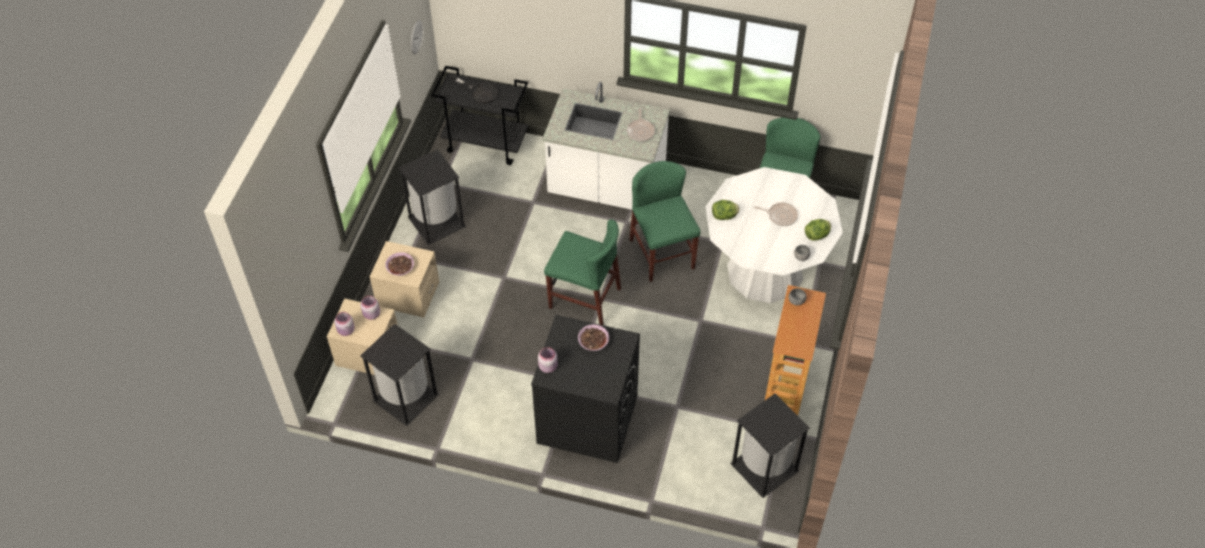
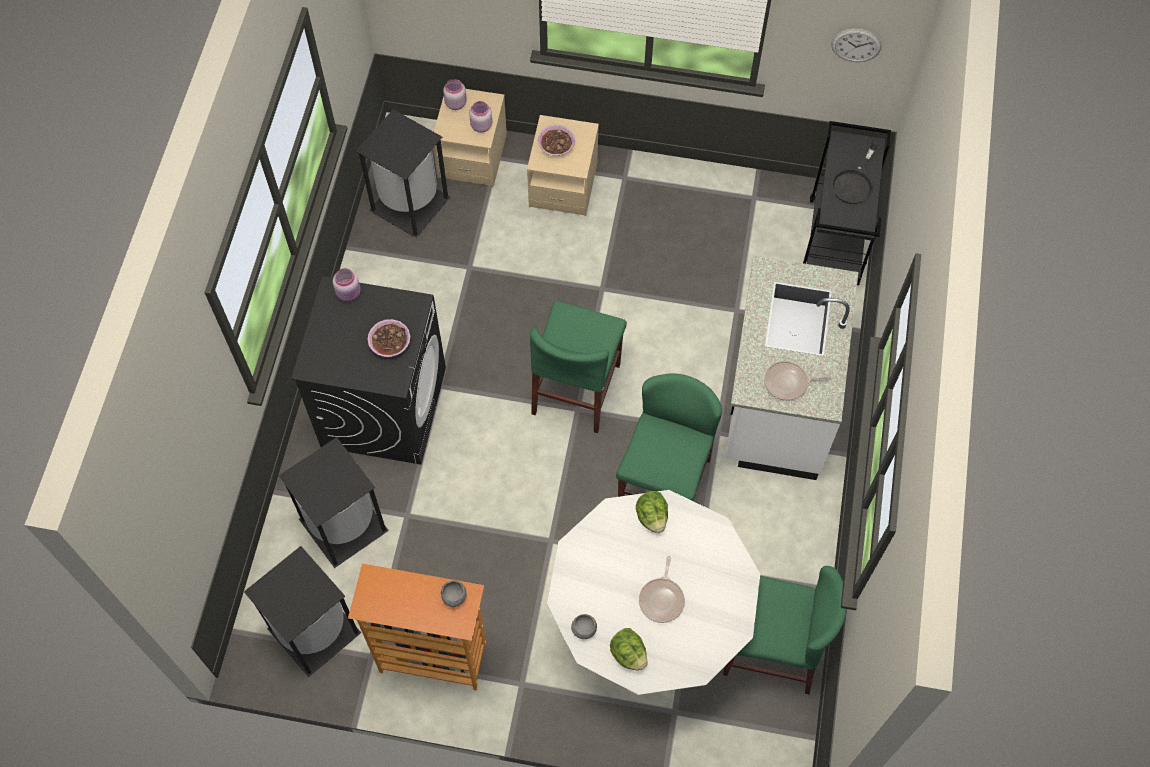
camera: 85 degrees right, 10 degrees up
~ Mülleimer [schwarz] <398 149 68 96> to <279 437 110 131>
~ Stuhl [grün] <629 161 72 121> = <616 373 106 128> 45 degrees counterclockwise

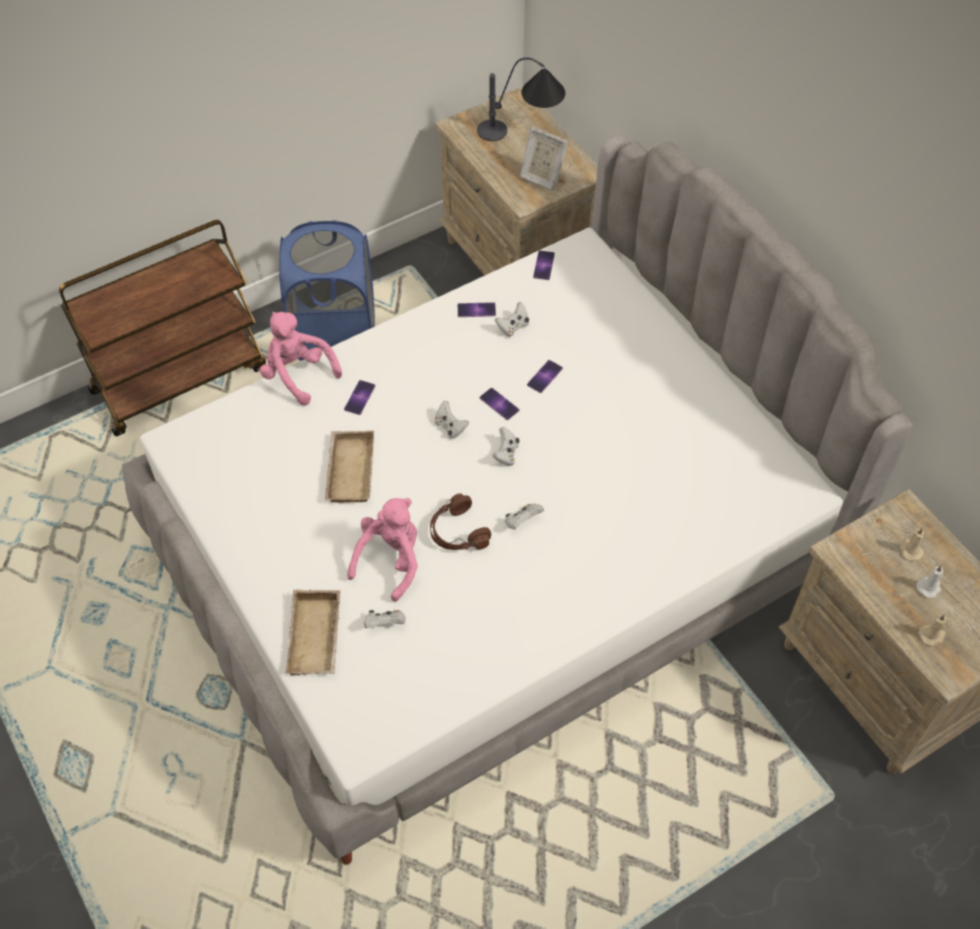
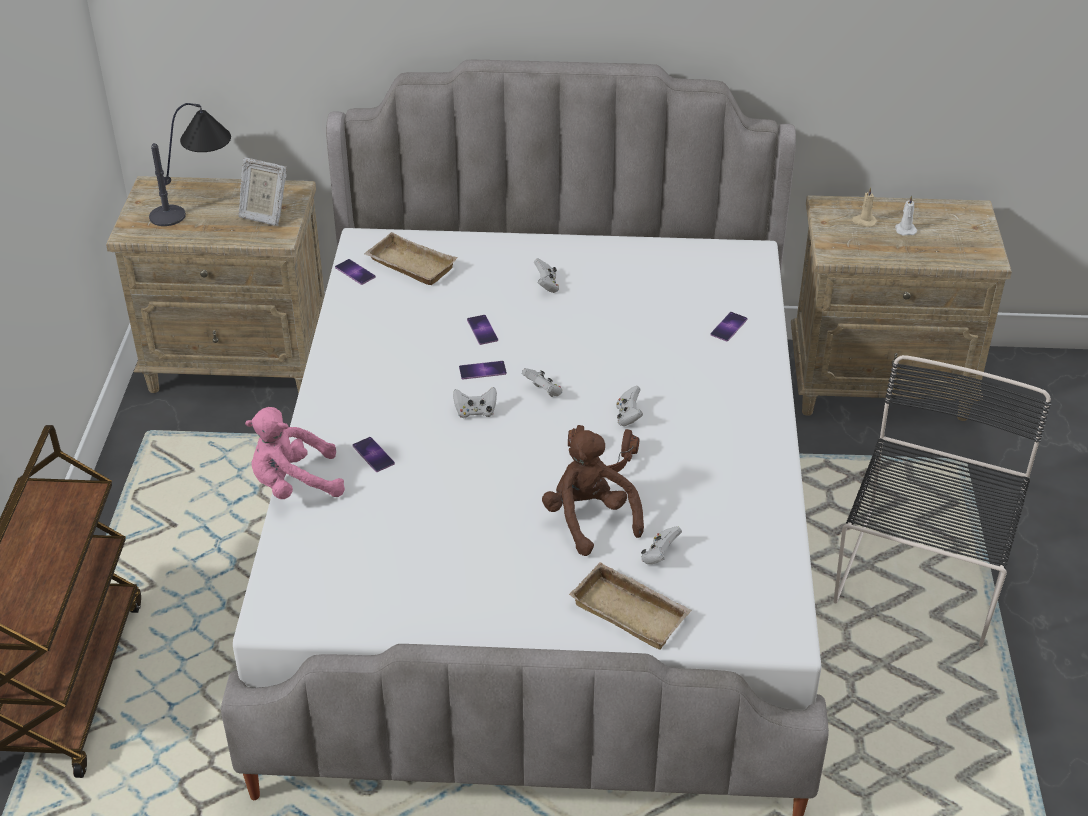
camera: 55 degrees left, 15 degrees down
~ Bilderrahmen <520 127 48 64> = <239 157 48 69> 45 degrees clockwise
~ Tablett [beige] <325 430 49 73> to <364 232 93 53>
~ Gamepad [weiß] <495 302 34 35> to <534 259 25 34>
~ Plüschtier [rosa] <347 498 71 104> to Plüschtier [braun] <542 429 102 127>
~ Handy <458 302 38 15> to <710 312 37 30>
+ Stuhl [schwarz] <834 355 217 292>
- Wäschekorb [blau] <279 220 96 141>
- Kerze [beige] <918 615 28 31>

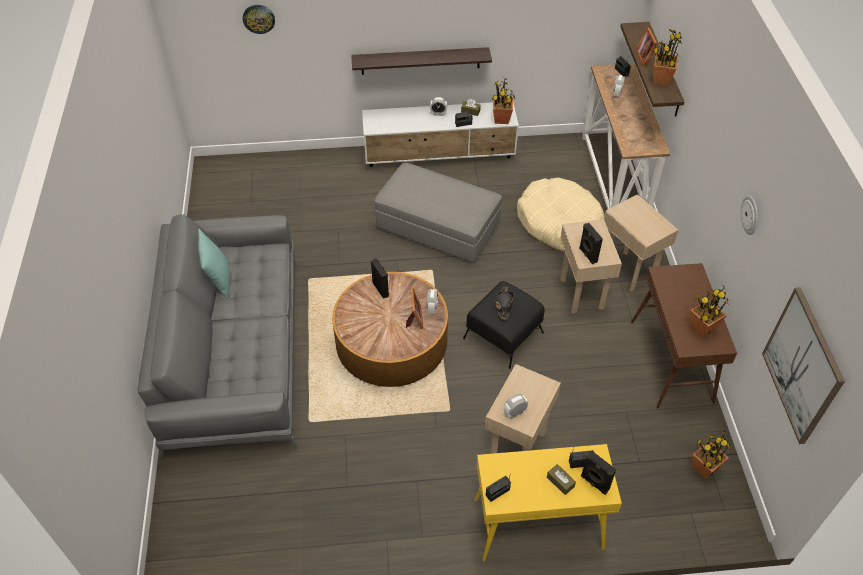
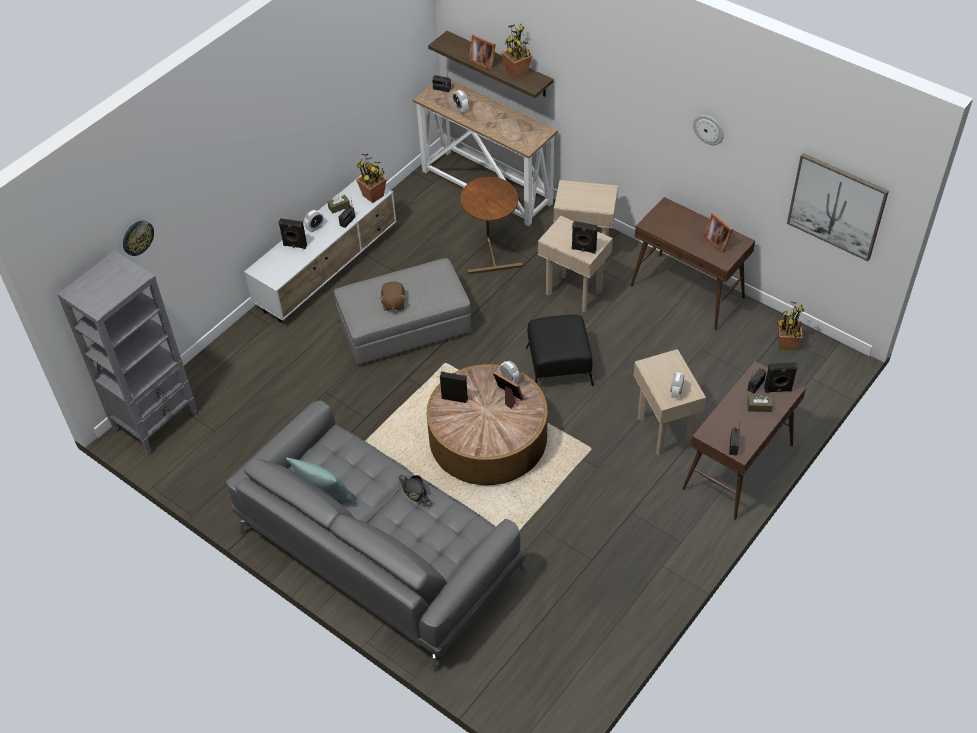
camera: 45 degrees left, 0 degrees up
+ Bücherregal [grau] <57 250 140 205>
+ Lautsprecher [schwarz] <278 218 29 31>
+ Plüschtier [braun] <380 282 25 29>
~ Hut [schwarz] <495 286 19 34> to <398 474 34 31>
~ Hundebett [beige] <517 178 87 74> to Beistelltisch [braun] <460 177 63 97>
~ Konsolentisch [gelb] <474 444 148 117> to Konsolentisch [braun] <682 361 124 159>
~ Topfpflanze <690 285 39 53> to Bilderrahmen <703 213 30 40>
- Wandregal <351 47 141 28>

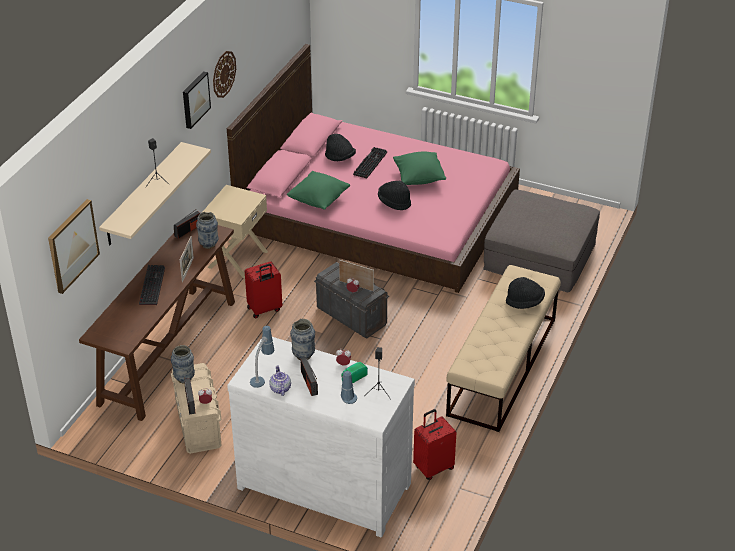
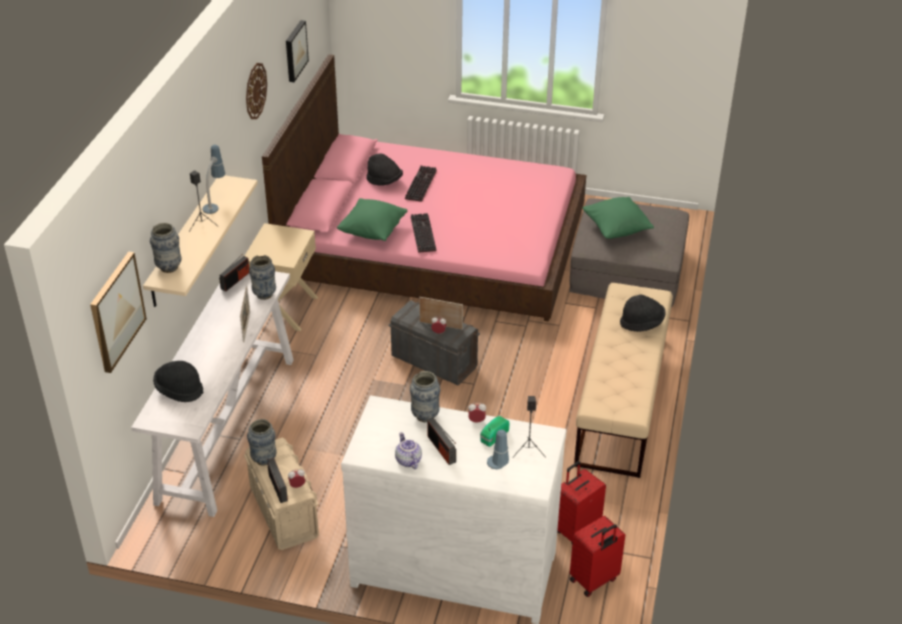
camera: 10 degrees left, 0 degrees up
~ Konsolentisch [braun] <79 225 156 196> to Konsolentisch [weiß] <131 266 163 251>
+ Vase <150 223 31 50>
~ Hut [schwarz] <378 181 33 29> to <153 361 50 41>
~ Tischlampe <250 326 24 62> to <202 145 23 69>
~ Bild <183 71 28 58> to <286 20 23 62>
~ Tastatur <139 265 26 40> to <411 213 25 40>
~ Koffer [rot] <245 261 37 58> to <570 516 55 81>
~ Kissen [grün] <393 152 53 33> to <583 197 71 42>

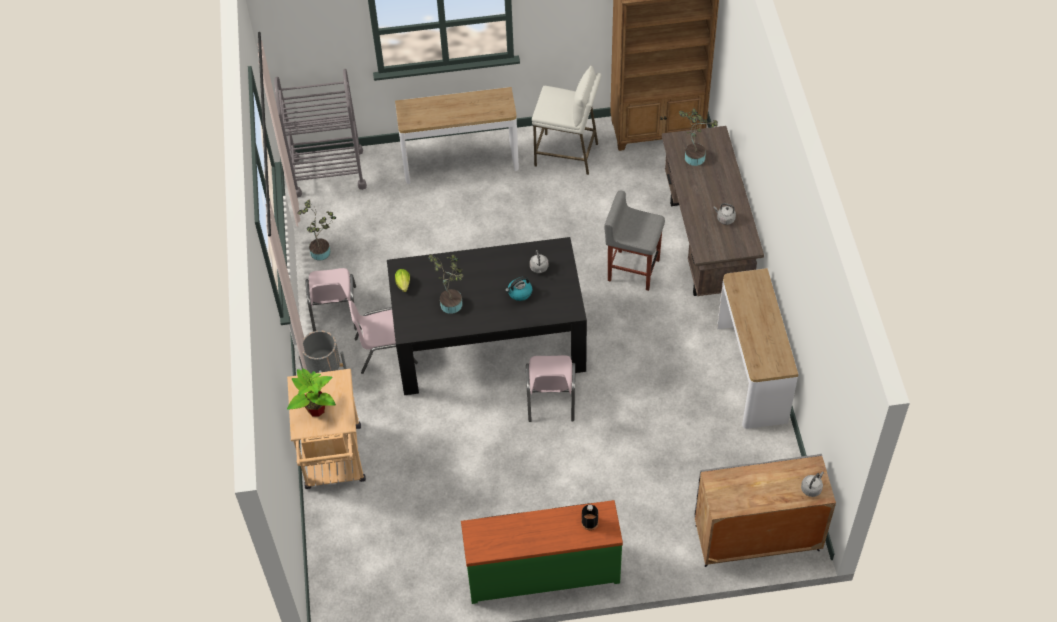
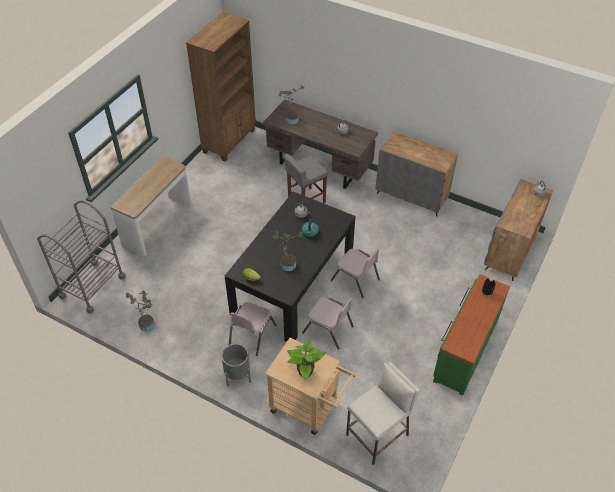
camera: 55 degrees left, 5 degrees down
~ Stuhl [rosa] <306 268 51 64> to <302 297 52 52>
~ Hocker [weiß] <532 66 69 109> to <346 362 74 103>
~ Konsolentisch <717 268 82 161> to Schrank [grau] <376 132 82 85>

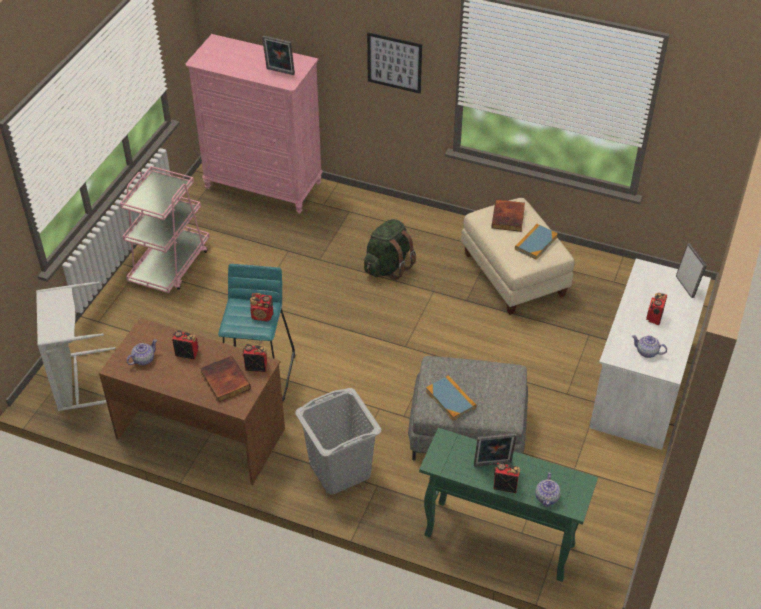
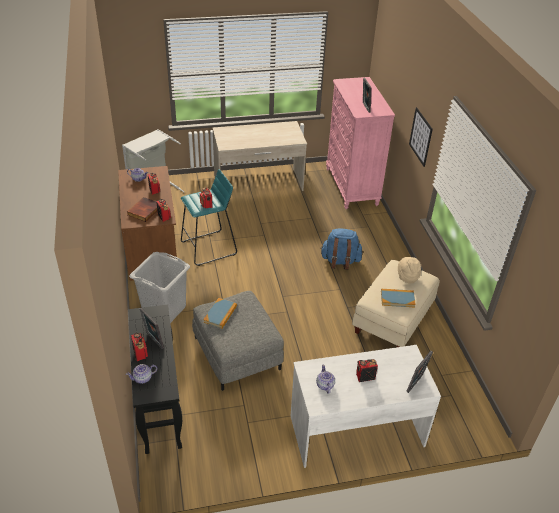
camera: 55 degrees right, 5 degrees down
~ Konsolentisch [grün] <419 428 179 154> to Konsolentisch [schwarz] <128 304 54 150>
~ Rollwagen [rosa] <120 166 90 127> to Schreibtisch [beige] <213 121 94 70>
~ Rucksack [grün] <364 219 52 61> to Rucksack [blau] <320 229 43 41>
~ Buch <491 200 34 32> to Hut [beige] <398 257 23 27>

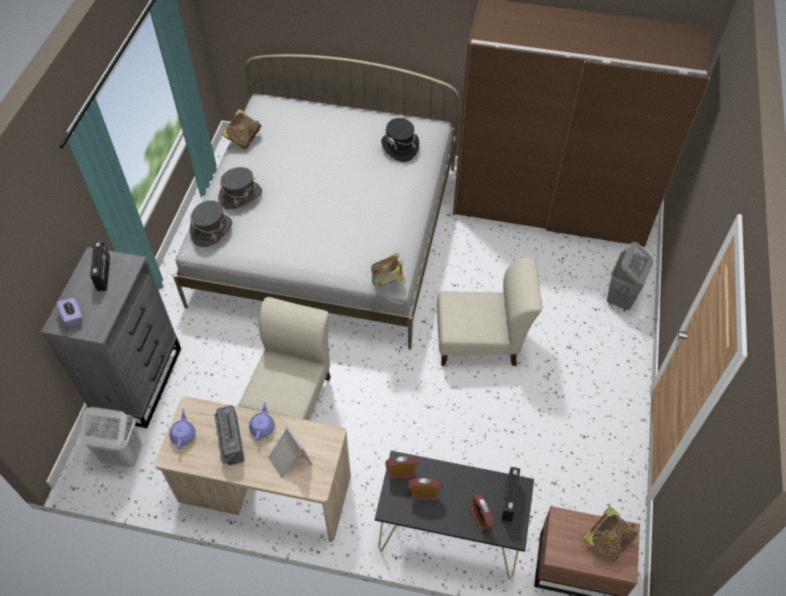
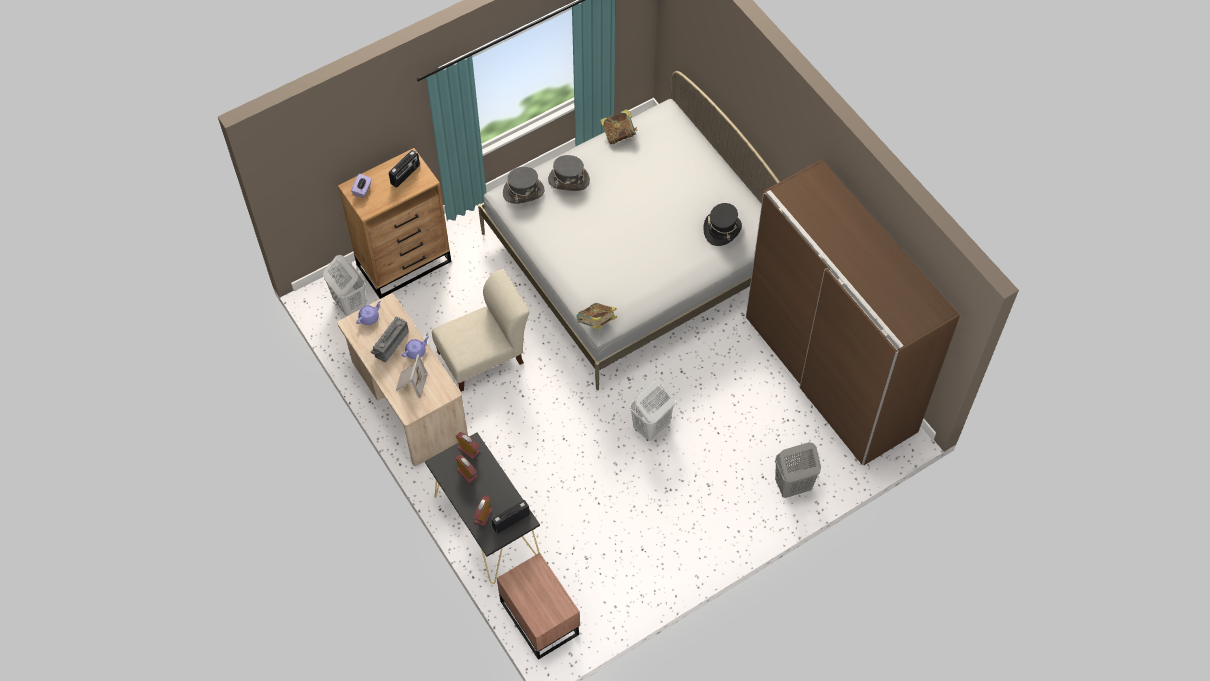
camera: 45 degrees right, 5 degrees up
~ Kommode [grau] <41 247 140 181> to Kommode [braun] <338 148 113 151>
~ Stuhl [beige] <437 257 105 109> to Wäschekorb [weiß] <630 379 45 62>
- Buch <583 506 55 56>

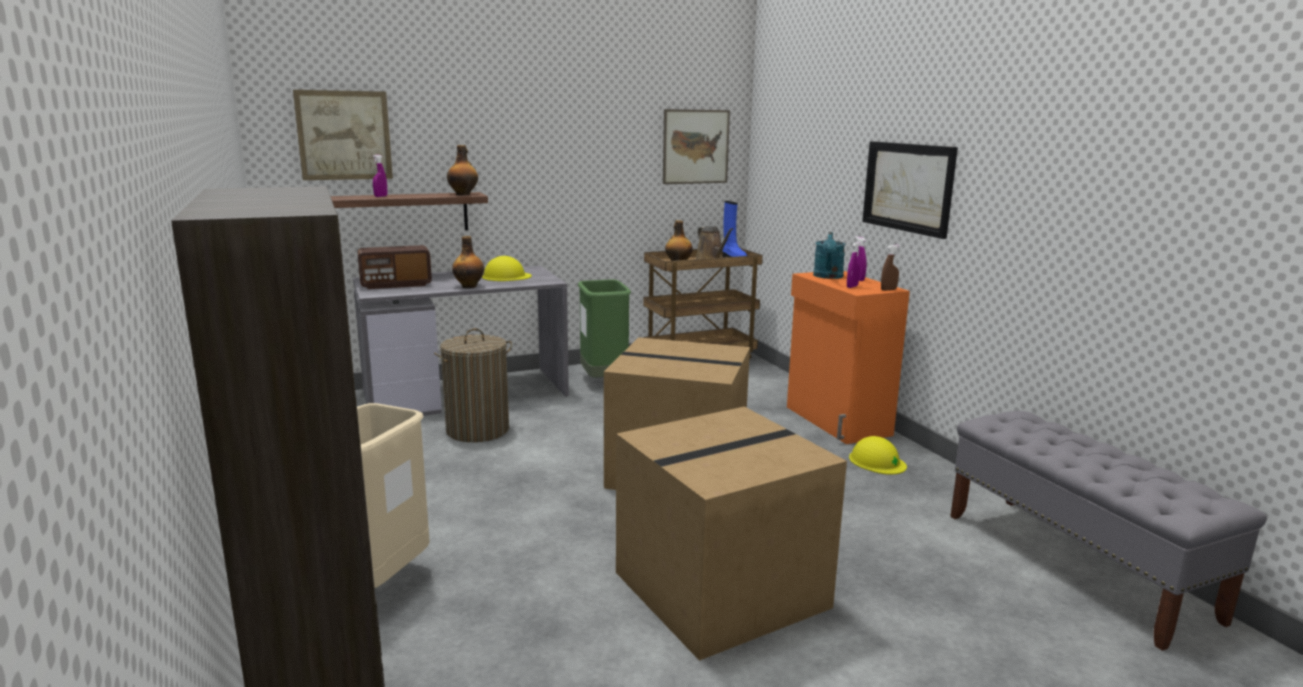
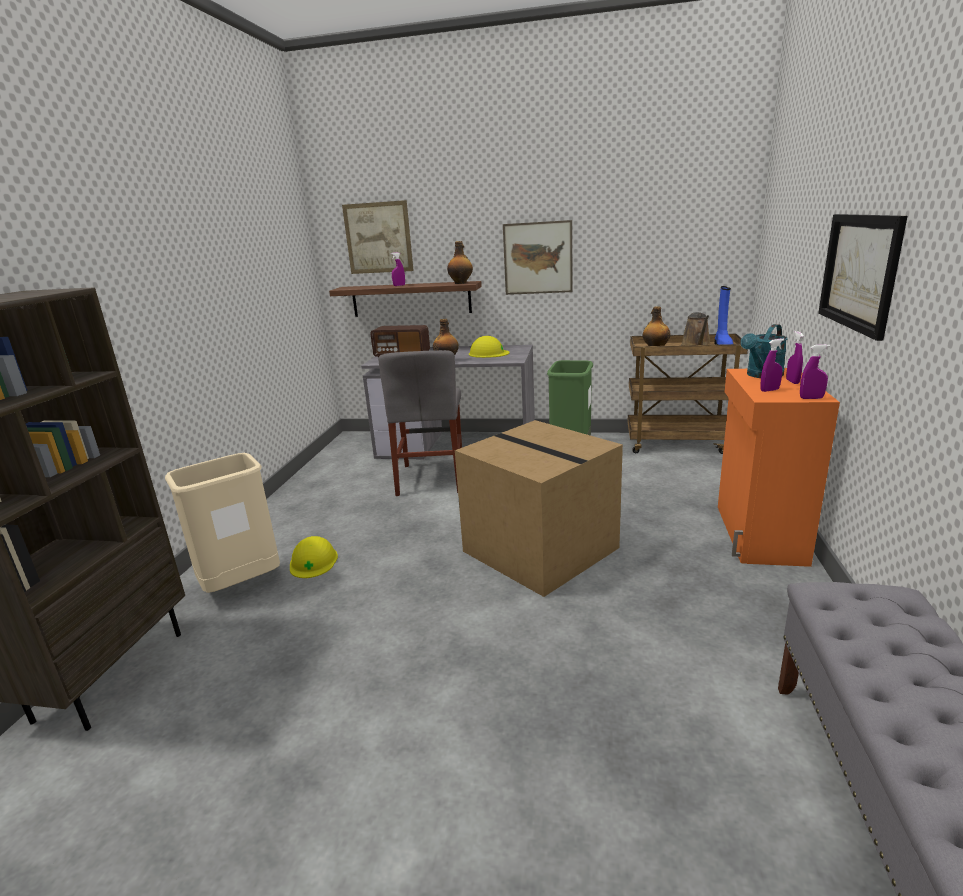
camera: 35 degrees right, 5 degrees up
~ Schutzhelm [gelb] <849 436 58 39> to <290 536 48 42>
~ Wäschekorb <434 328 78 114> to Stuhl [grau] <378 350 84 146>
~ Bild <663 109 67 75> to <503 220 70 75>
~ Sprühflasche [braun] <881 245 19 46> to Sprühflasche [lila] <800 344 30 55>
- Karton <616 407 231 254>

